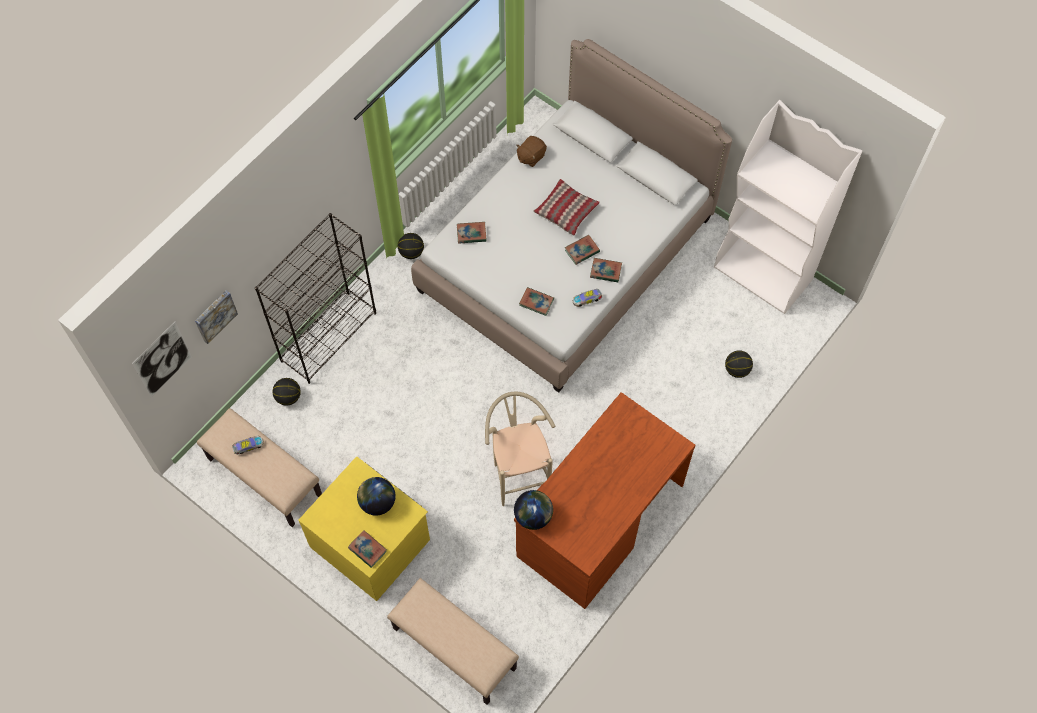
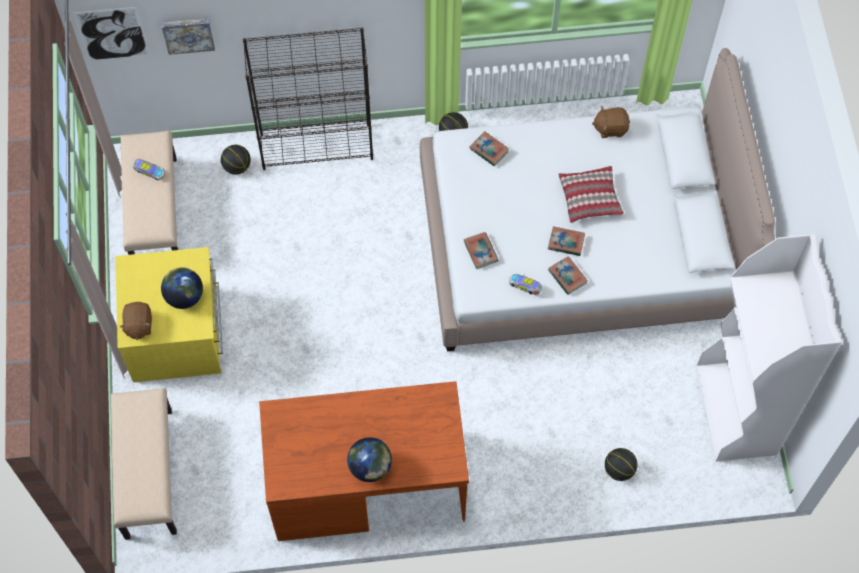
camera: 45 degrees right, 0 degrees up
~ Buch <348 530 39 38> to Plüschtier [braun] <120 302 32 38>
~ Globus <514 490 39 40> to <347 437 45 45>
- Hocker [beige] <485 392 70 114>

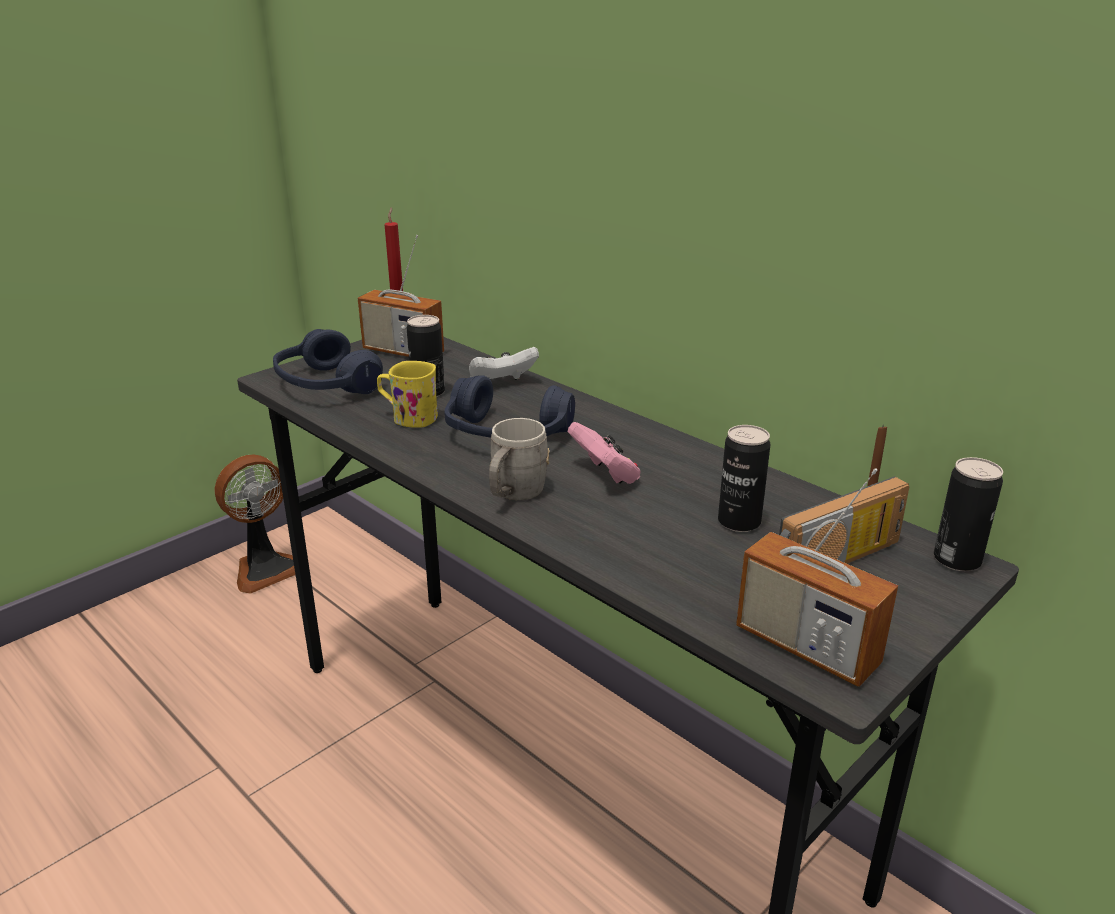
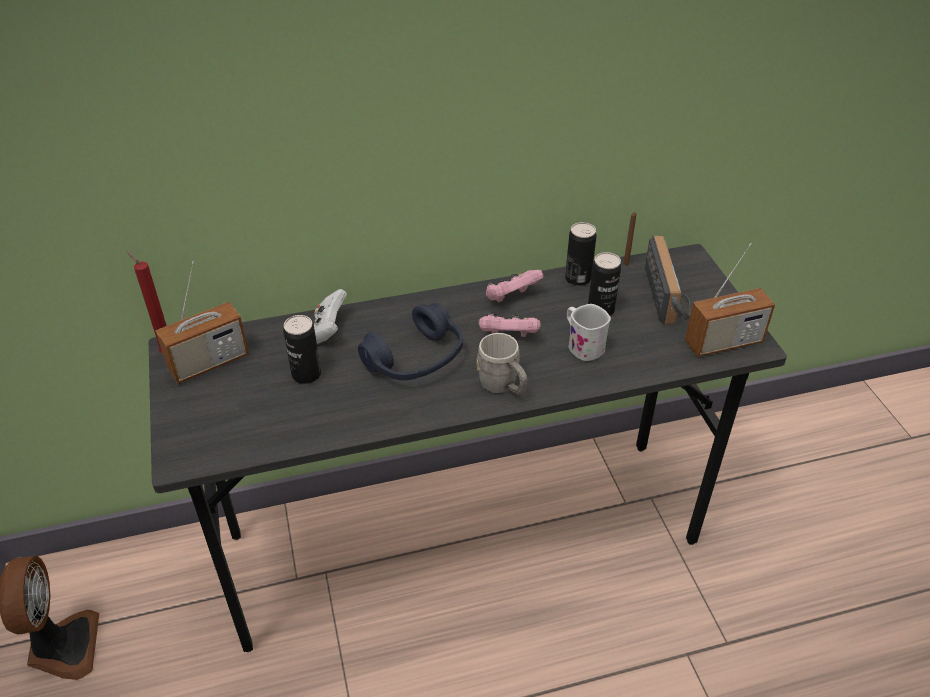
camera: 60 degrees left, 15 degrees up
+ Gamepad [rosa] <486 270 57 32>
~ Dose <934 457 69 114> to <565 222 32 64>
+ Henkelbecher [weiß] <567 304 44 57>
- Kopfhörer [blau] <273 329 110 65>
- Henkelbecher [gelb] <377 361 61 67>

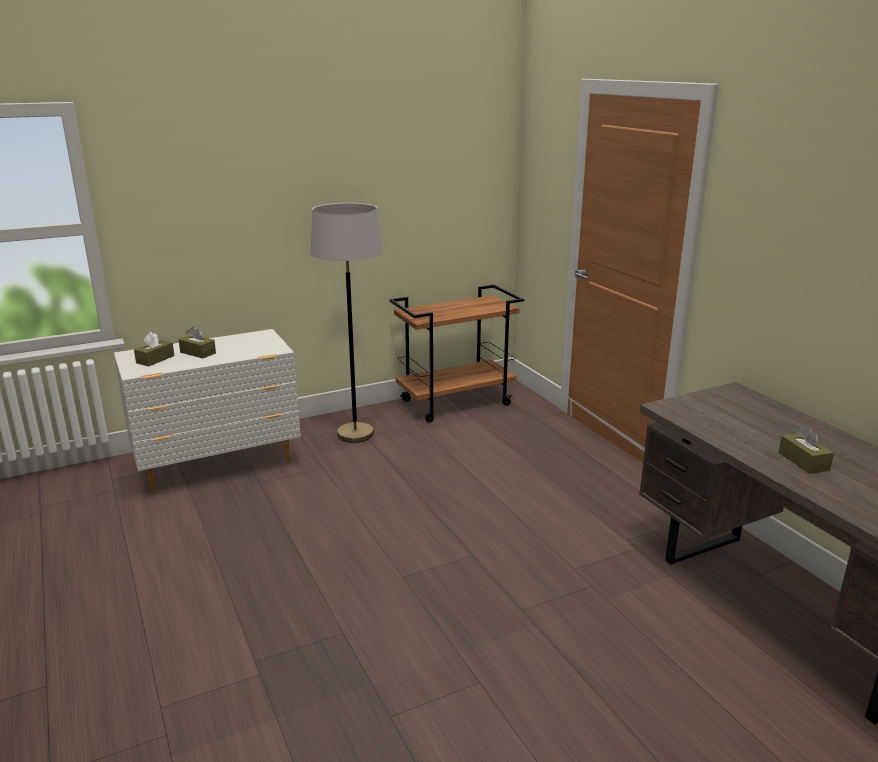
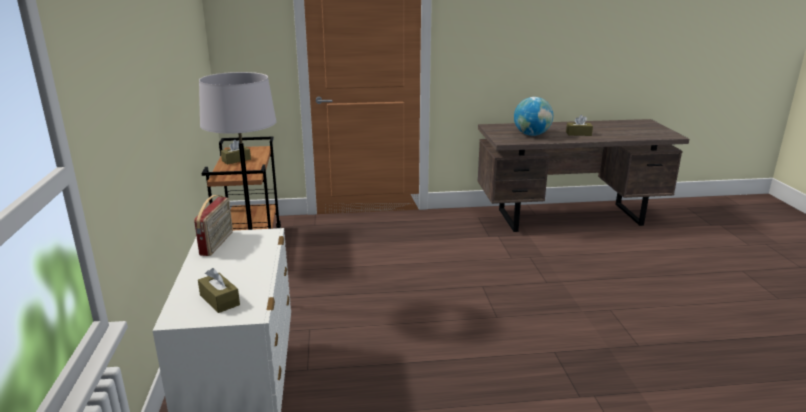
camera: 70 degrees left, 0 degrees up
+ Radio <194 195 39 61>
~ Taschentuchbox [braun] <178 326 38 32> to <221 140 30 25>
+ Globus <514 97 39 39>

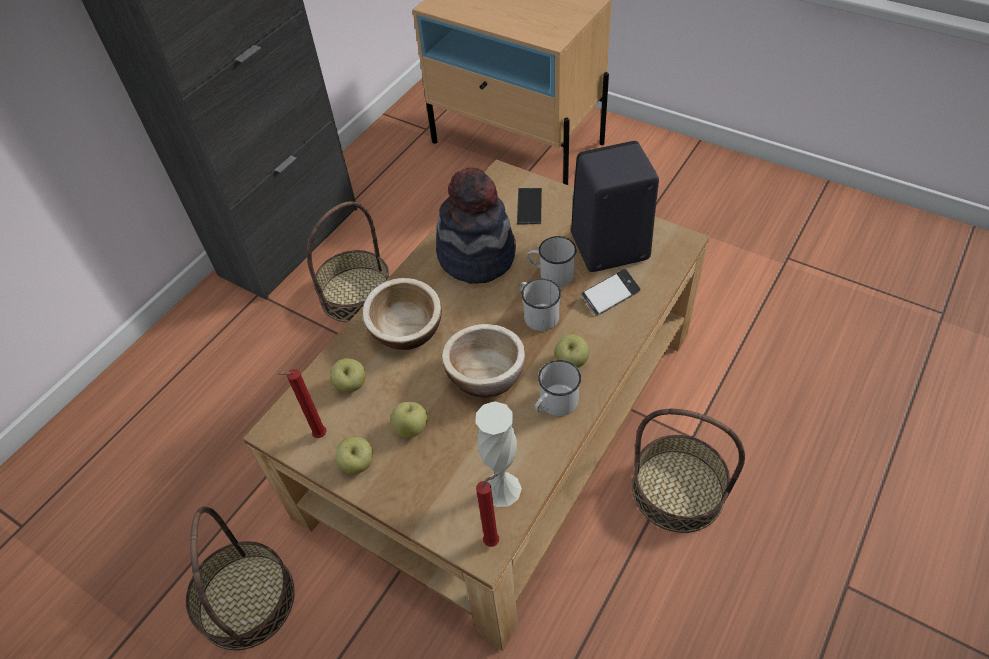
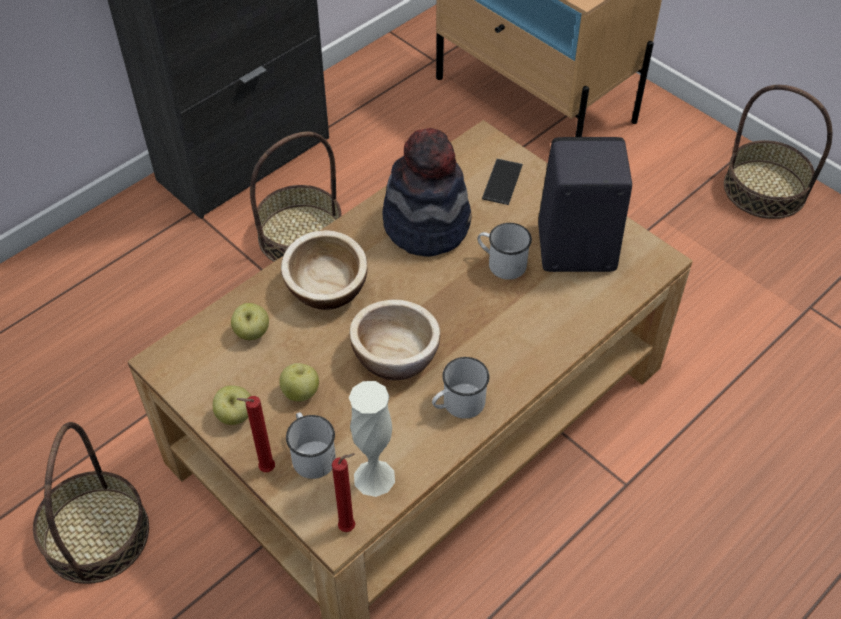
camera: 10 degrees right, 0 degrees up
~ Kerze [rot] <278 369 48 69> to <236 396 39 76>
~ Henkelbecher [weiß] <520 279 41 52> to <286 412 50 67>
~ Korb <632 409 113 124> to <724 85 108 134>
- Apfel <555 334 35 34>
- Handy <581 269 59 47>

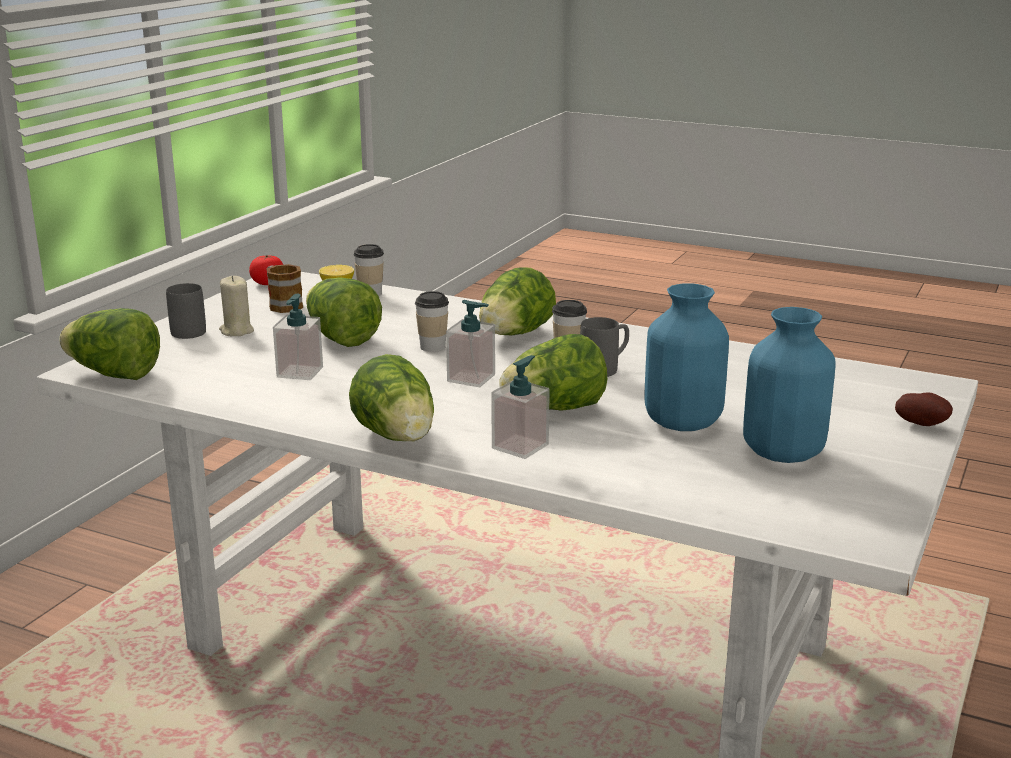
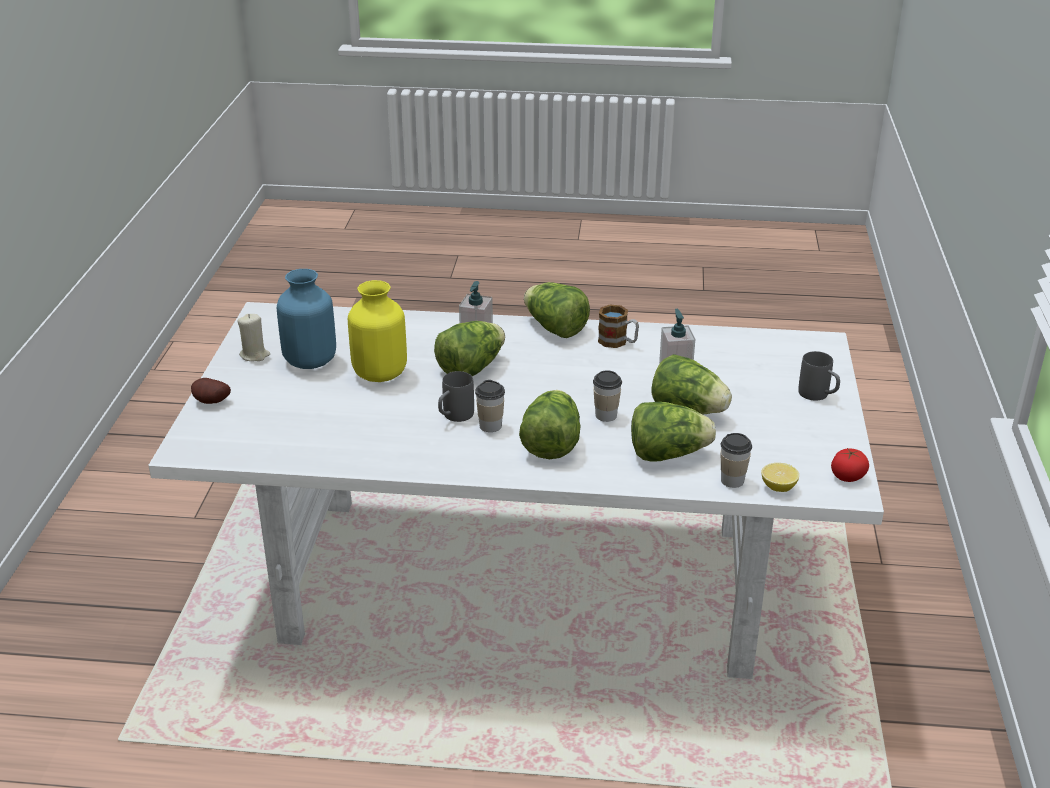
camera: 160 degrees right, 10 degrees up
~ Kerze [beige] <219 276 35 60> to <237 314 33 47>
~ Vase [blau] <644 283 85 148> to Vase [gelb] <348 280 59 102>
~ Henkelbecher <267 264 36 49> to <598 305 41 43>
~ Salatkopf <59 308 101 72> to <631 402 85 60>
- Seifenspender <446 300 49 87>

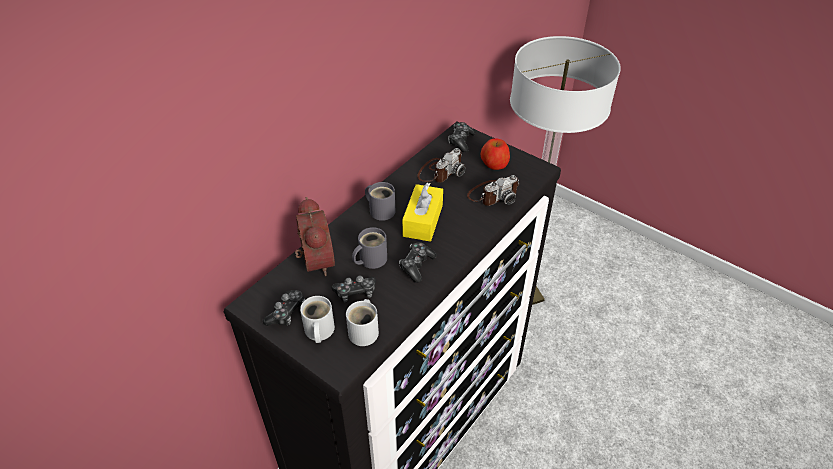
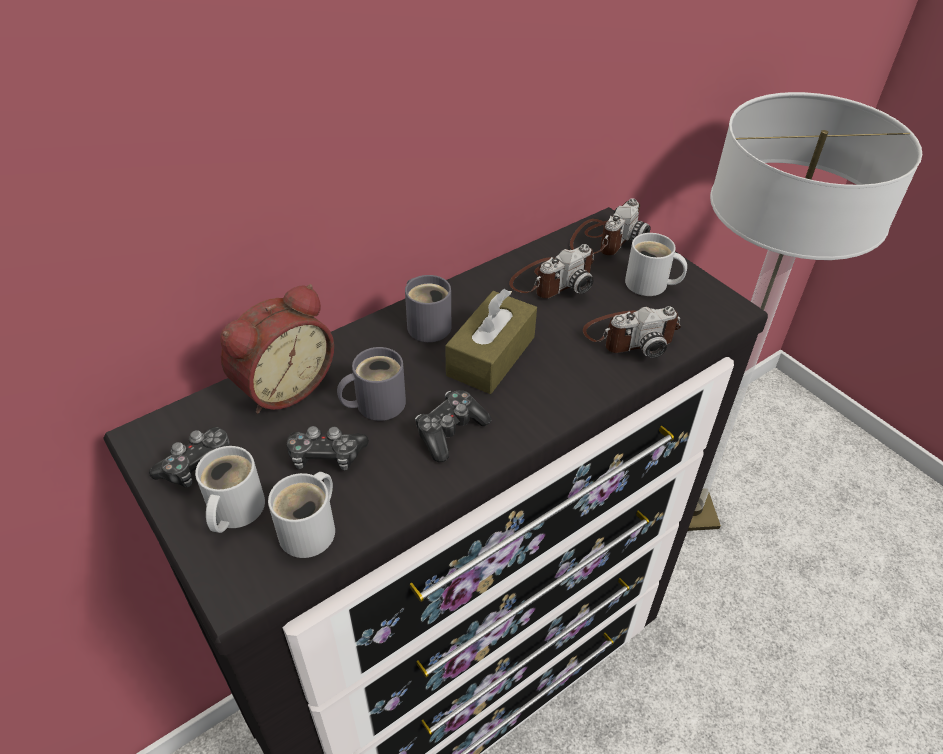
camera: 15 degrees right, 0 degrees up
~ Wecker <295 197 40 79> = <220 284 114 130> 45 degrees clockwise
~ Taschentuchbox [gelb] <402 183 41 59> to Taschentuchbox [braun] <445 289 92 105>
~ Gamepad <448 122 28 30> to Kamera <570 198 80 57>
~ Apfel <481 138 29 32> to Henkelbecher [weiß] <625 233 62 63>

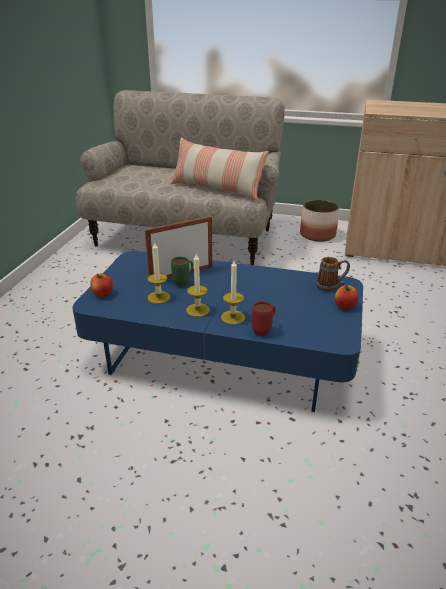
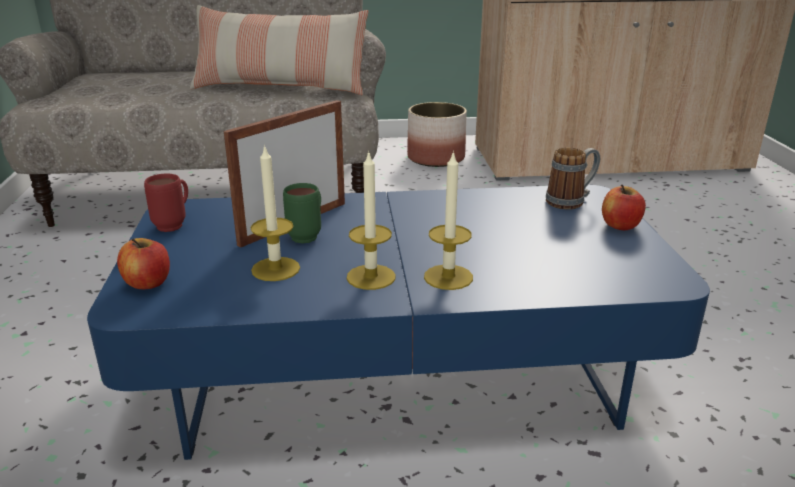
camera: 20 degrees left, 5 degrees down
~ Henkelbecher [rot] <252 301 23 35> to <144 174 44 58>

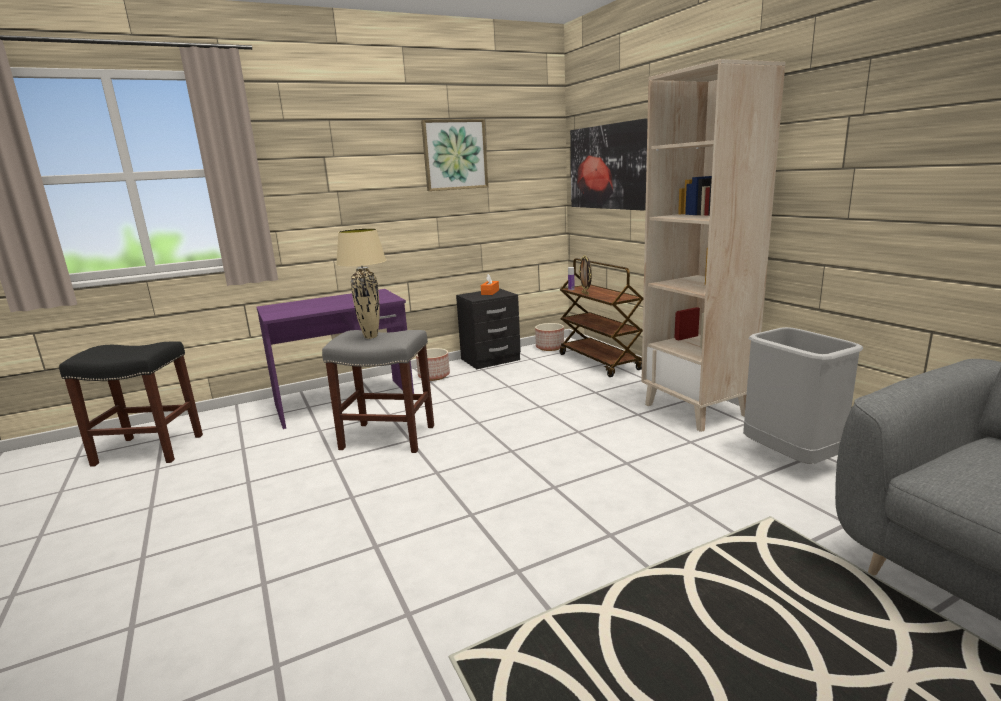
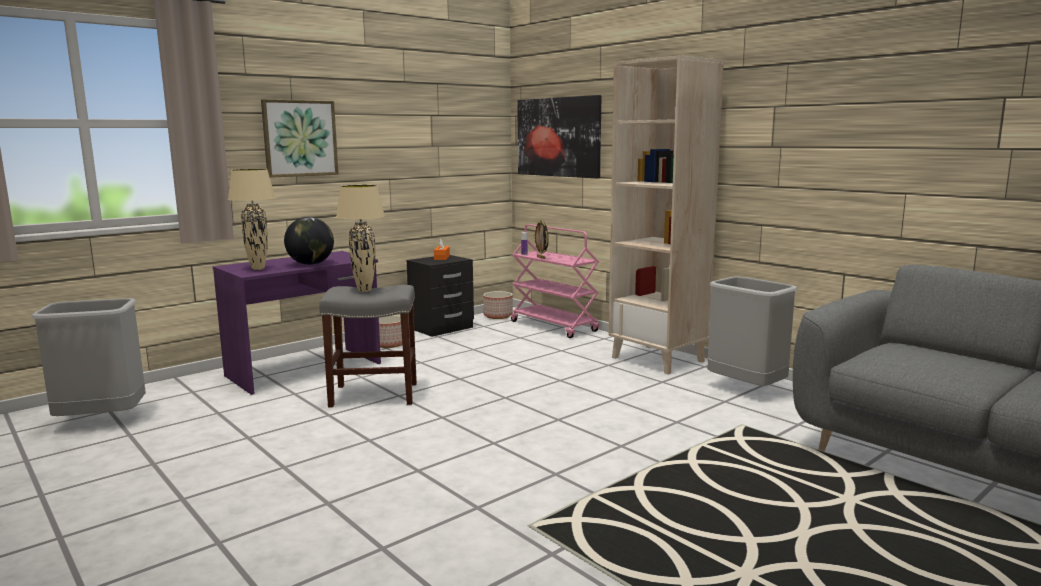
camera: 15 degrees left, 5 degrees down
~ Hocker [schwarz] <59 341 144 126> to Mülleimer [grau] <31 298 115 118>
+ Tischlampe [beige] <228 169 48 101>
~ Bild <421 119 67 72> to <261 99 78 79>
+ Globus <284 217 50 48>
~ Rollwagen [braun] <560 258 83 119> to Rollwagen [rosa] <511 224 88 114>

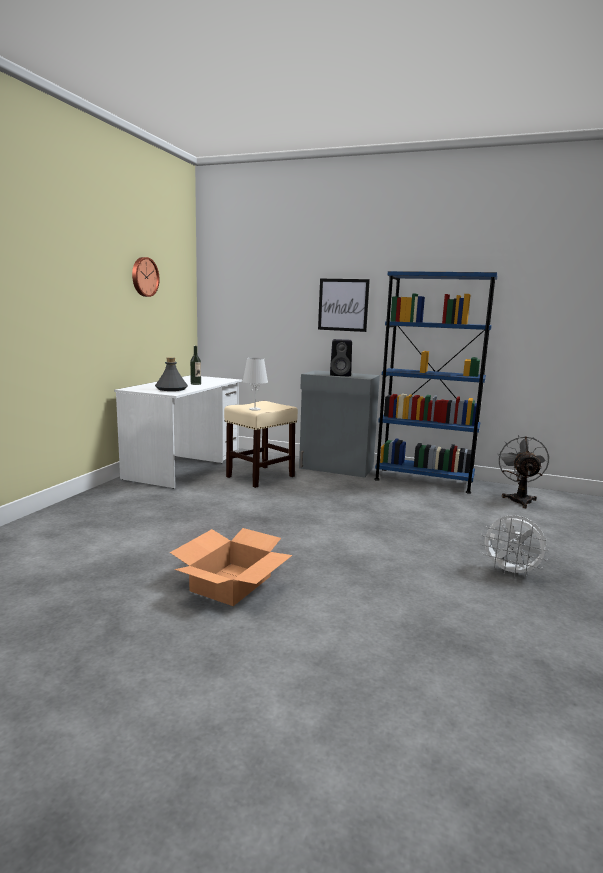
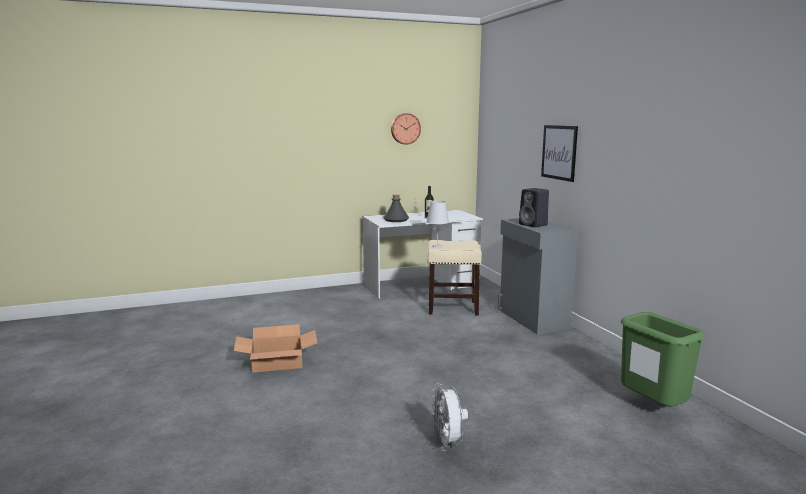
camera: 50 degrees right, 0 degrees up
~ Ventilator [grau] <498 435 51 73> to Mülleimer [grün] <620 312 85 94>
- Bücherregal [blau] <374 271 123 223>

